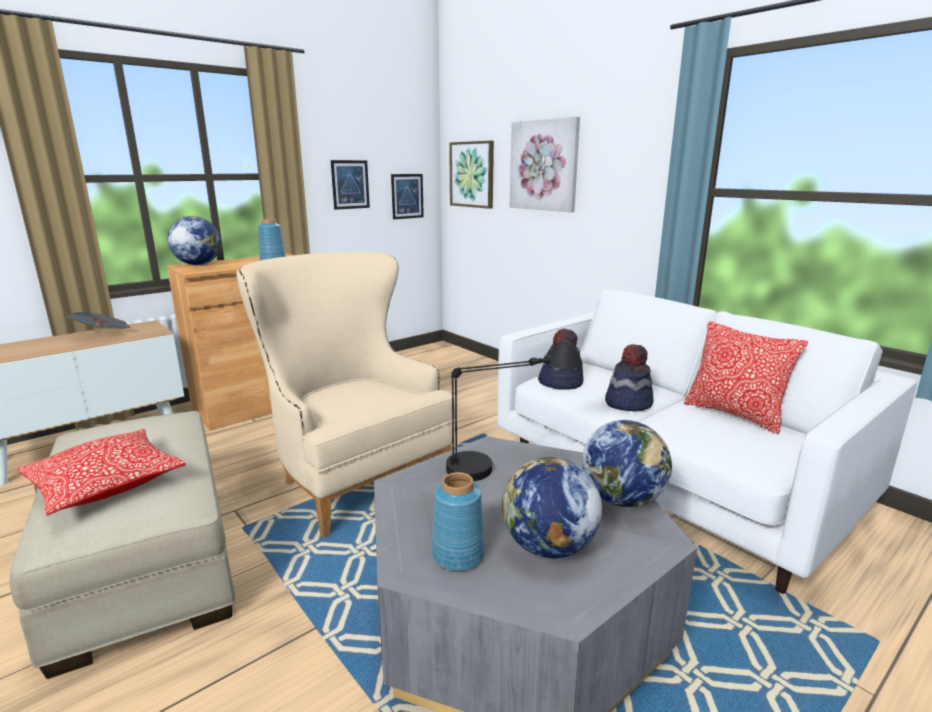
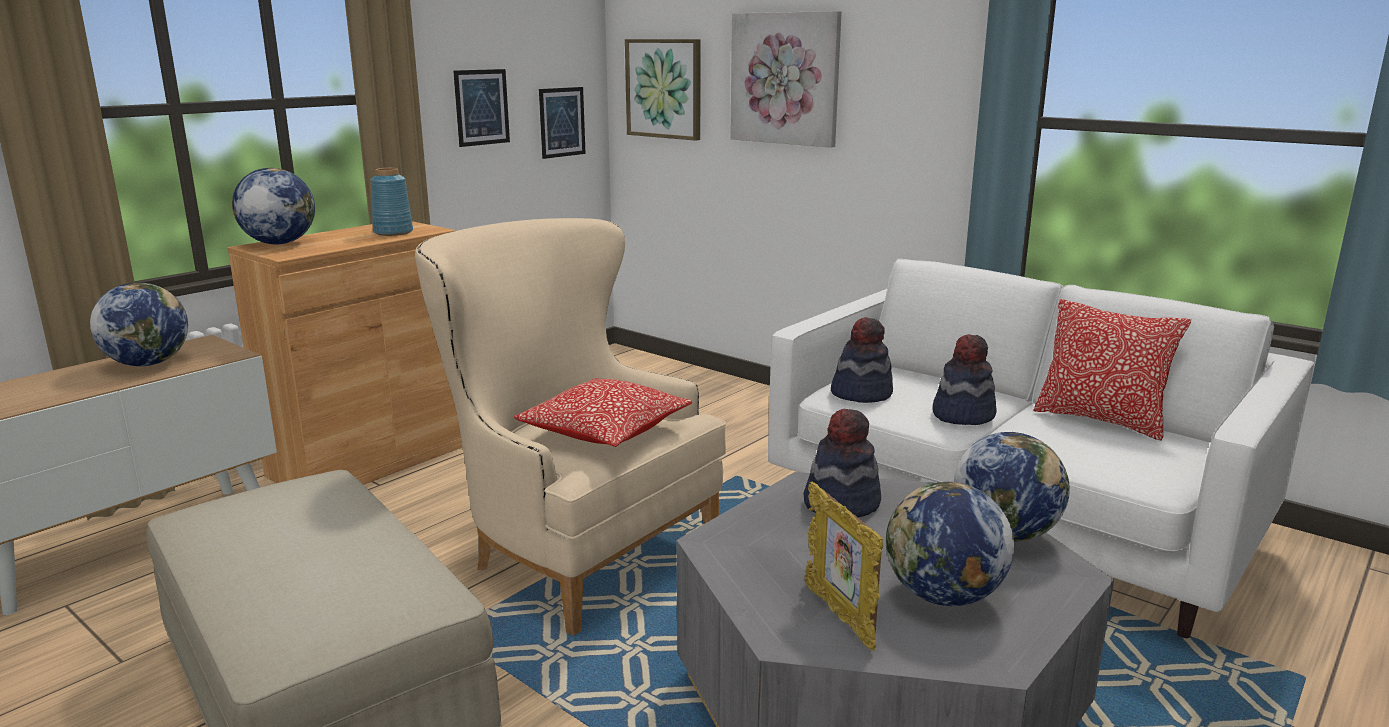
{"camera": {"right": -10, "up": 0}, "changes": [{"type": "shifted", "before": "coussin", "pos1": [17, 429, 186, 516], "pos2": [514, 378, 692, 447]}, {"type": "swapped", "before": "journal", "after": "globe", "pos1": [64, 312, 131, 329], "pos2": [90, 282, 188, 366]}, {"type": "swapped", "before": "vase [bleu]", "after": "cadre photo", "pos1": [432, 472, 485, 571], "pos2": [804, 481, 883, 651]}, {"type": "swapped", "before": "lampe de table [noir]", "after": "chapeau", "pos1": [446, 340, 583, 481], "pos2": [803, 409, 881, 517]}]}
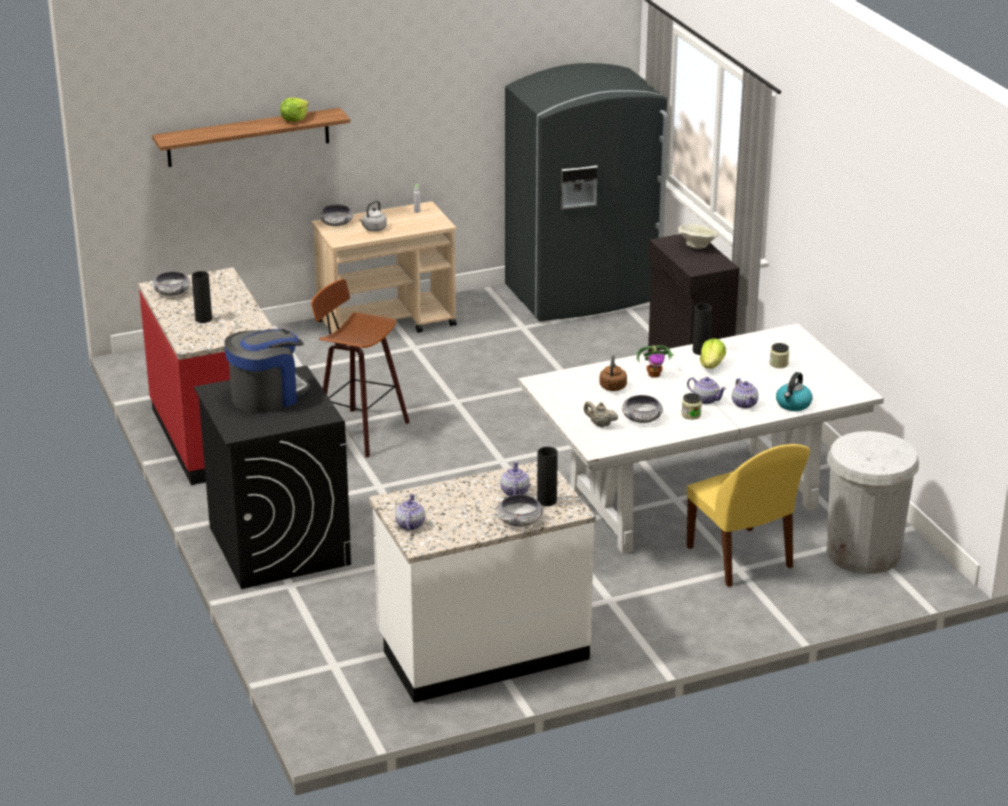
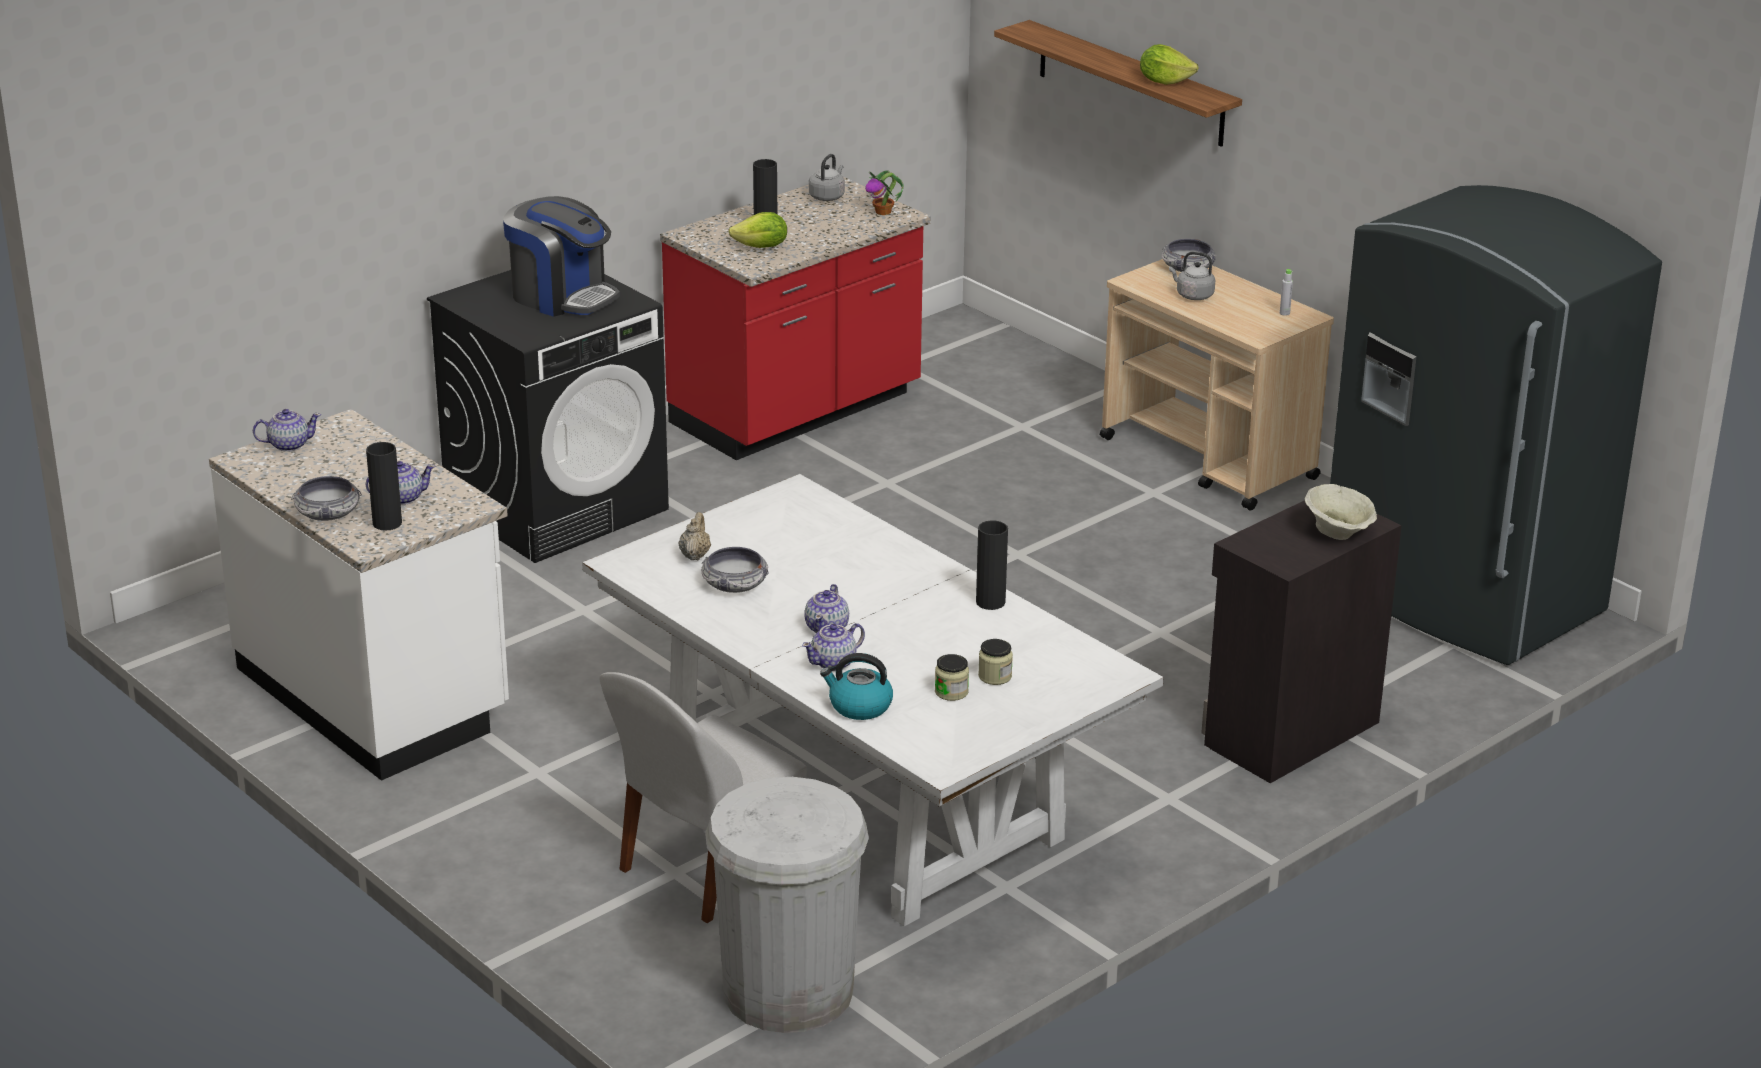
{"camera": {"right": 70, "up": 0}, "changes": [{"type": "swapped", "before": "bol", "after": "bouilloire [gris]", "pos1": [152, 271, 191, 296], "pos2": [809, 154, 845, 201]}, {"type": "gone", "before": "tabouret", "pos1": [311, 279, 409, 458]}, {"type": "gone", "before": "bouilloire [marron]", "pos1": [600, 355, 627, 391]}, {"type": "shifted", "before": "plante en pot", "pos1": [636, 345, 674, 378], "pos2": [865, 170, 904, 215]}, {"type": "shifted", "before": "bocal", "pos1": [682, 393, 702, 420], "pos2": [935, 654, 969, 701]}, {"type": "repainted", "before": "chaise [jaune]", "after": "chaise [blanc]", "pos1": [687, 444, 810, 587], "pos2": [599, 672, 807, 923]}, {"type": "shifted", "before": "laitue", "pos1": [700, 338, 726, 369], "pos2": [729, 212, 787, 248]}]}
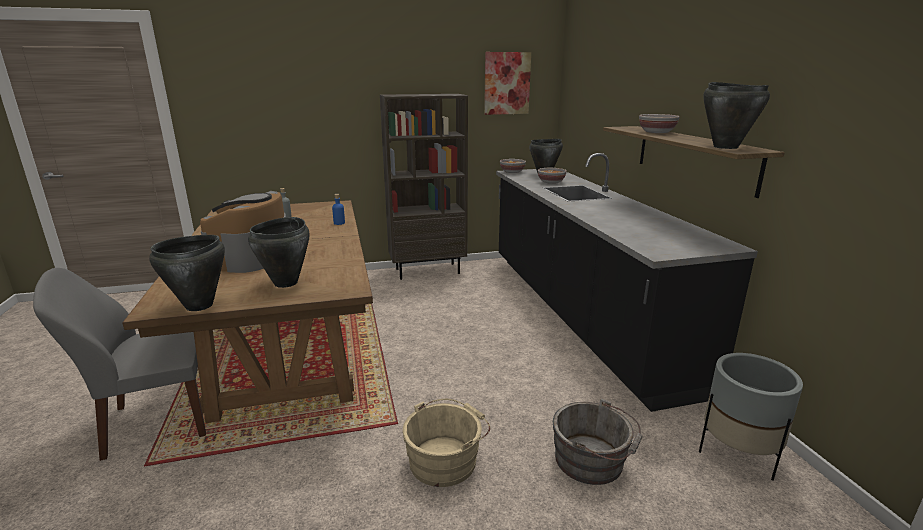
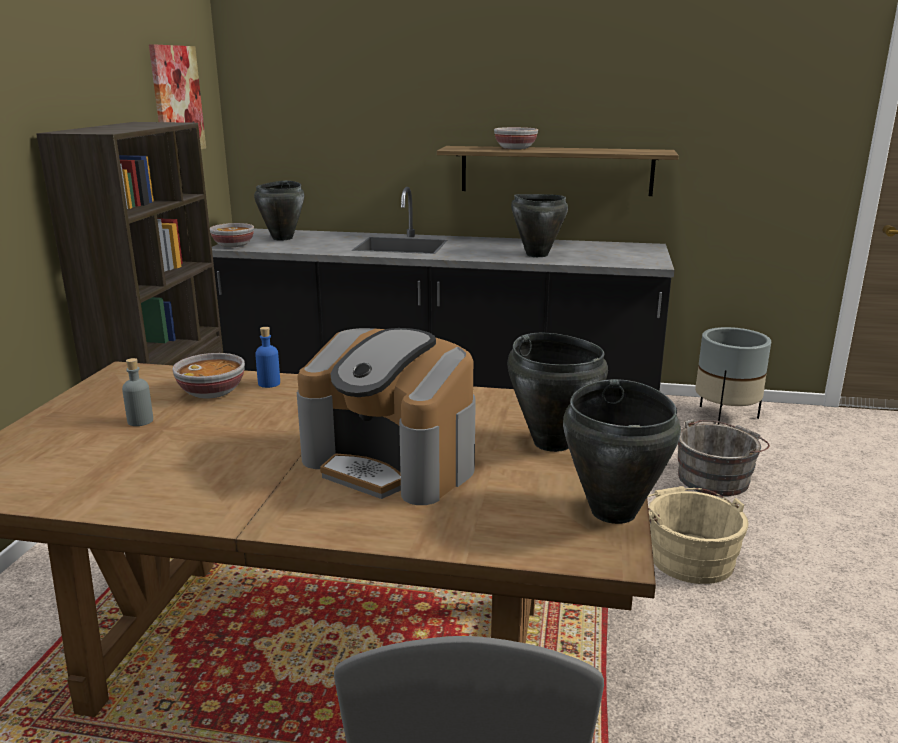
{"camera": {"right": -65, "up": 0}, "changes": [{"type": "shifted", "before": "bol", "pos1": [538, 168, 567, 184], "pos2": [172, 353, 245, 399]}, {"type": "shifted", "before": "marmite [noir]", "pos1": [703, 82, 770, 149], "pos2": [511, 194, 568, 257]}]}
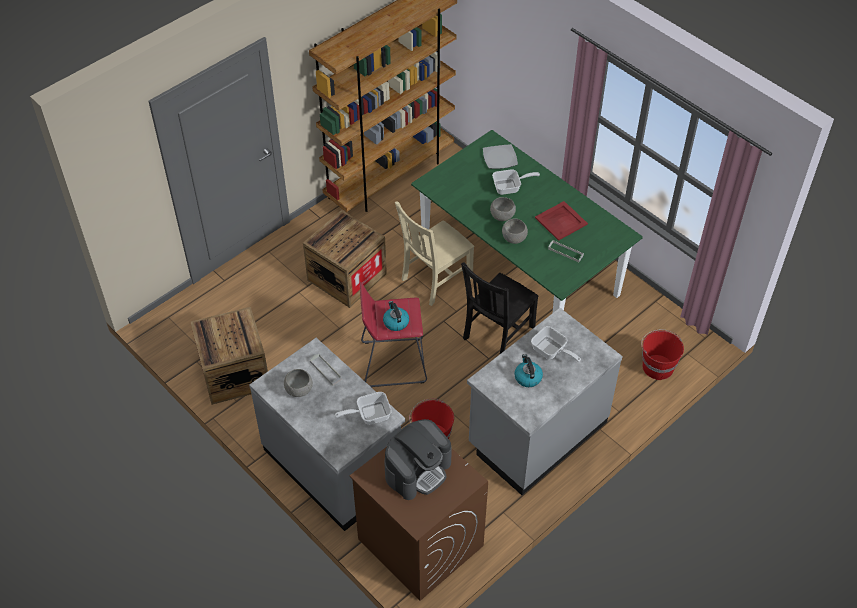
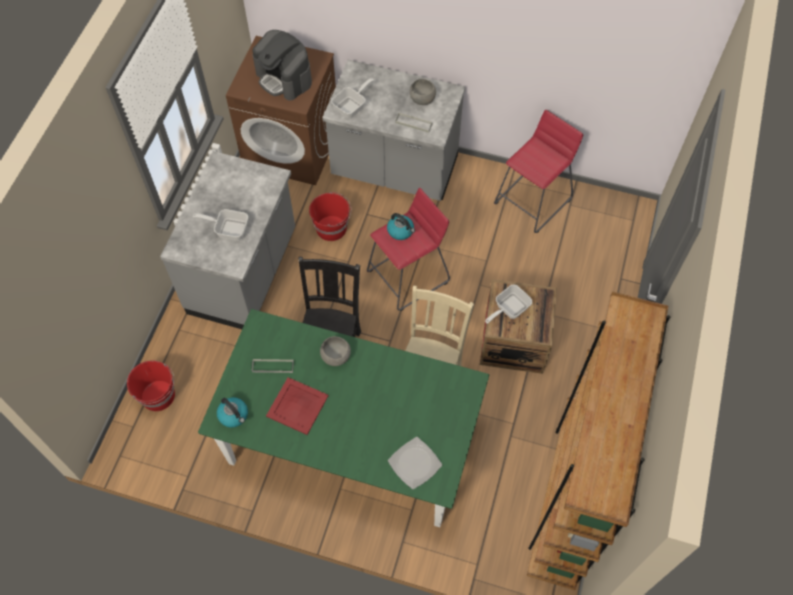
{"camera": {"right": 150, "up": 10}, "changes": [{"type": "swapped", "before": "caisse", "after": "tabouret [rouge]", "pos1": [191, 307, 268, 405], "pos2": [494, 110, 583, 233]}, {"type": "rotated", "before": "machine à café", "pos1": [384, 419, 452, 500], "pos2": [252, 30, 312, 101], "turn": -60}, {"type": "gone", "before": "bol [gris]", "pos1": [490, 197, 516, 221]}, {"type": "shifted", "before": "poêle", "pos1": [492, 169, 540, 195], "pos2": [485, 285, 532, 324]}, {"type": "shifted", "before": "bouilloire", "pos1": [514, 354, 543, 387], "pos2": [217, 397, 248, 428]}]}
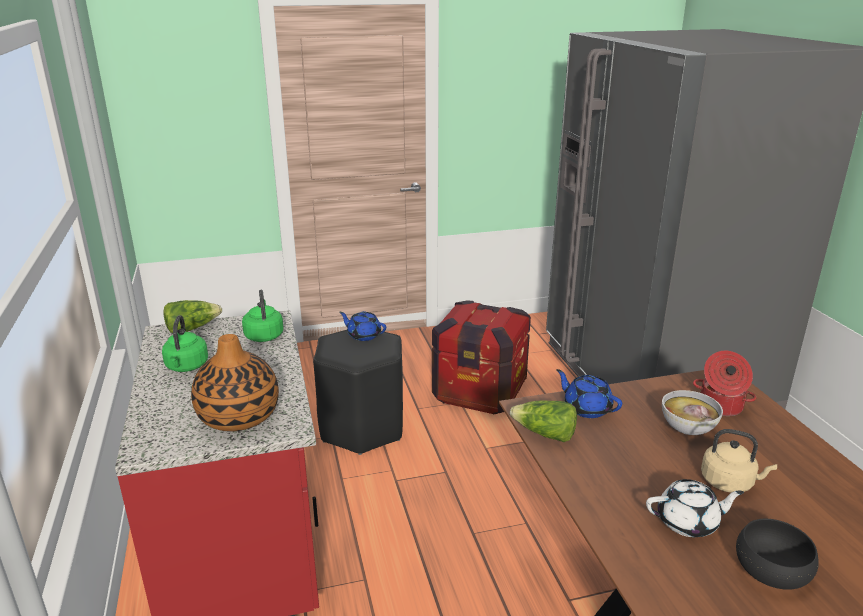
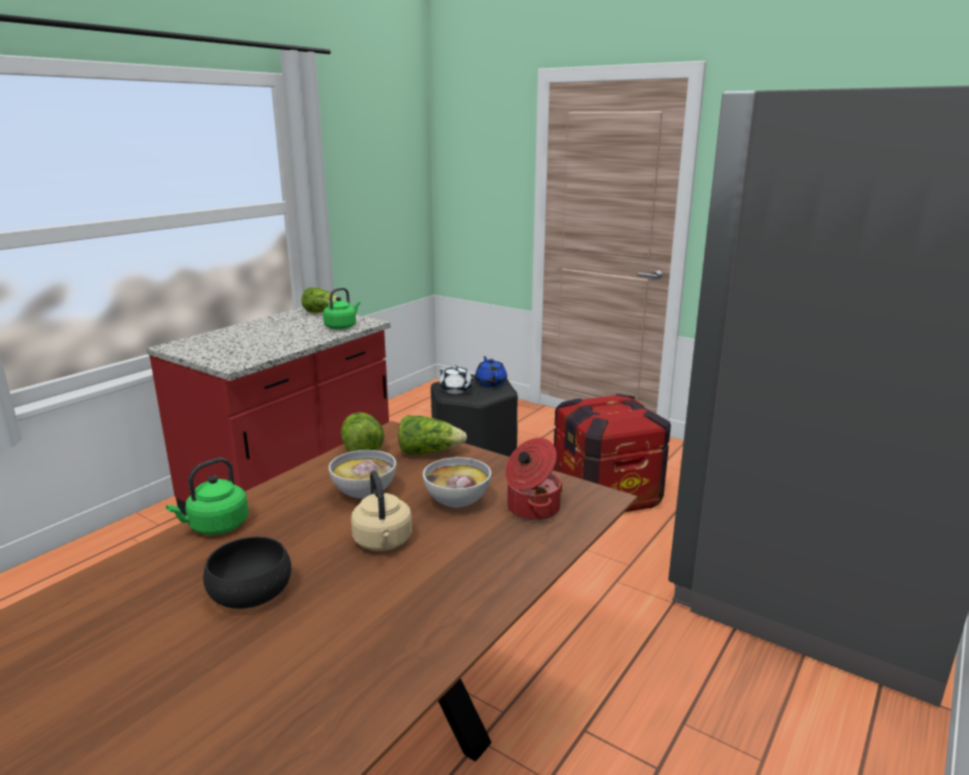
{"camera": {"right": 50, "up": -5}, "changes": [{"type": "shifted", "before": "bouilloire [vert]", "pos1": [162, 315, 208, 372], "pos2": [166, 458, 249, 535]}, {"type": "gone", "before": "vase", "pos1": [191, 334, 279, 431]}, {"type": "swapped", "before": "théière [bleu]", "after": "laitue", "pos1": [556, 369, 622, 418], "pos2": [398, 415, 467, 455]}, {"type": "shifted", "before": "théière [blanc]", "pos1": [646, 479, 744, 537], "pos2": [439, 365, 475, 394]}, {"type": "new", "after": "bol", "pos2": [329, 450, 396, 499]}]}
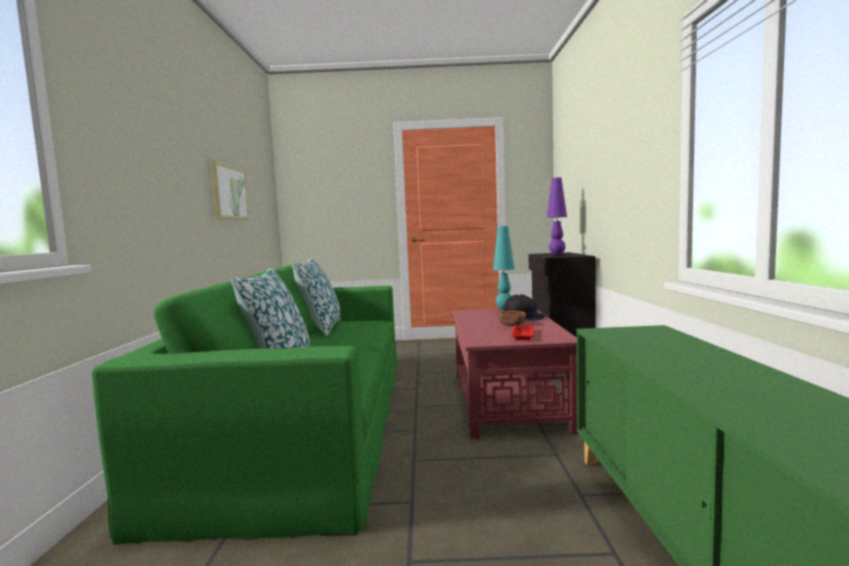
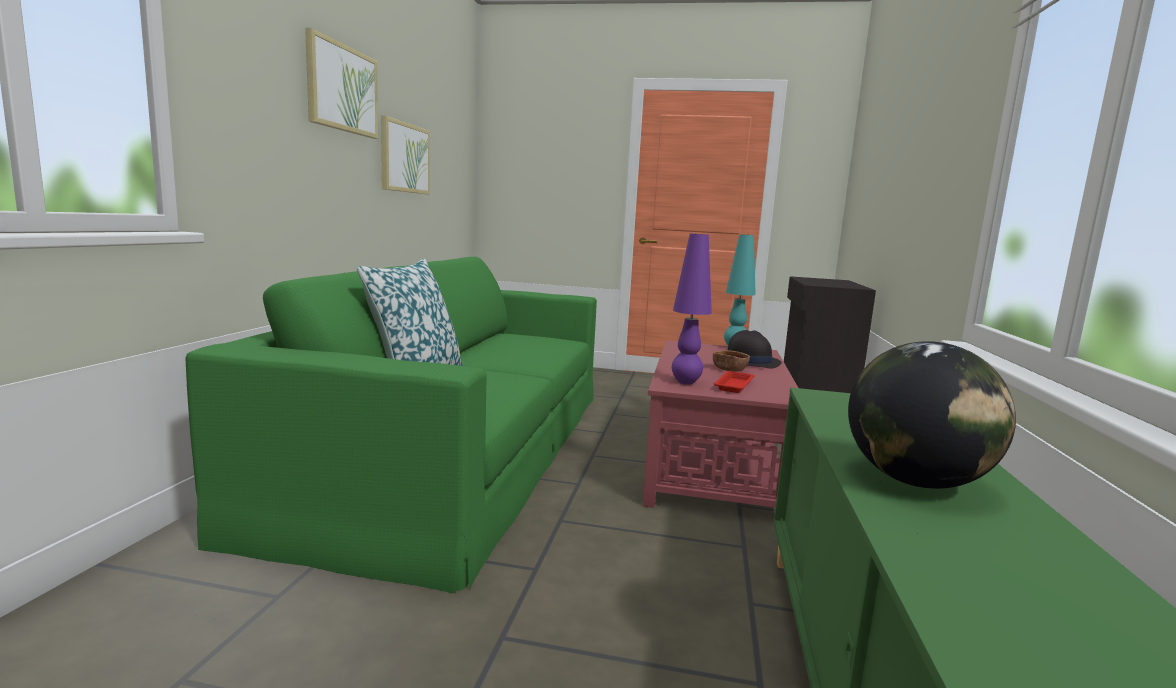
{"camera": {"right": 10, "up": 5}, "changes": [{"type": "gone", "before": "coussin", "pos1": [292, 258, 341, 336]}, {"type": "shifted", "before": "lampe de table [violet]", "pos1": [547, 177, 567, 255], "pos2": [672, 234, 712, 385]}, {"type": "new", "after": "tableau", "pos2": [305, 28, 378, 139]}, {"type": "new", "after": "globe", "pos2": [848, 341, 1016, 489]}]}
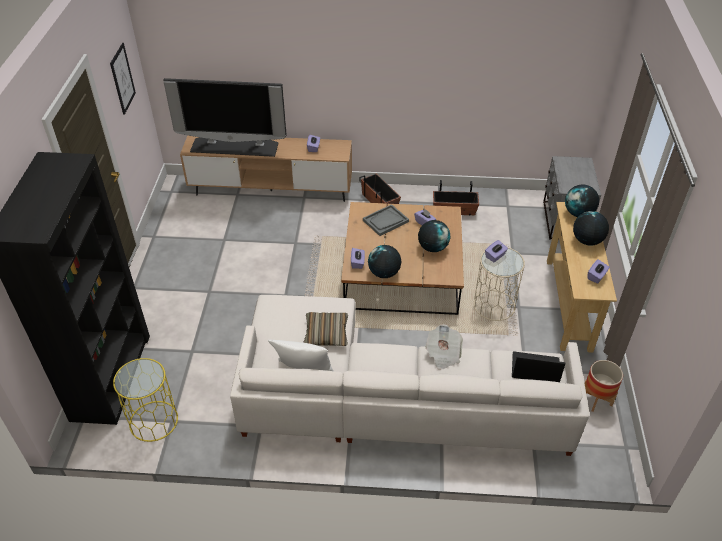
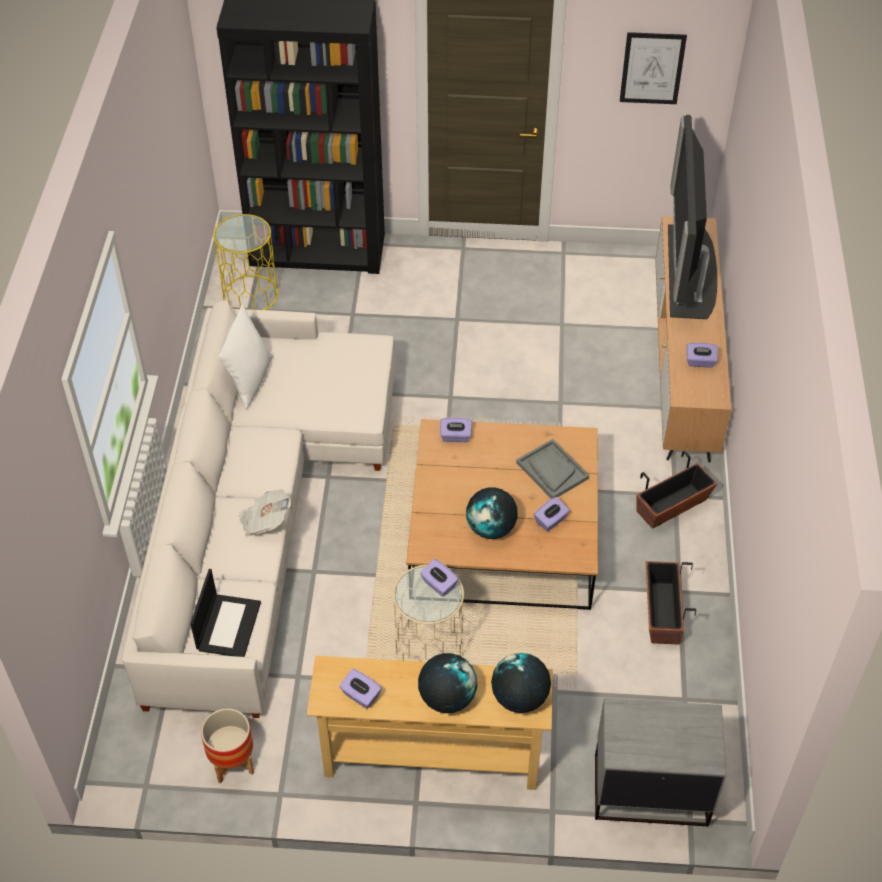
{"camera": {"right": 90, "up": 5}, "changes": [{"type": "gone", "before": "coussin", "pos1": [304, 312, 348, 346]}, {"type": "gone", "before": "globe", "pos1": [368, 245, 401, 278]}]}
